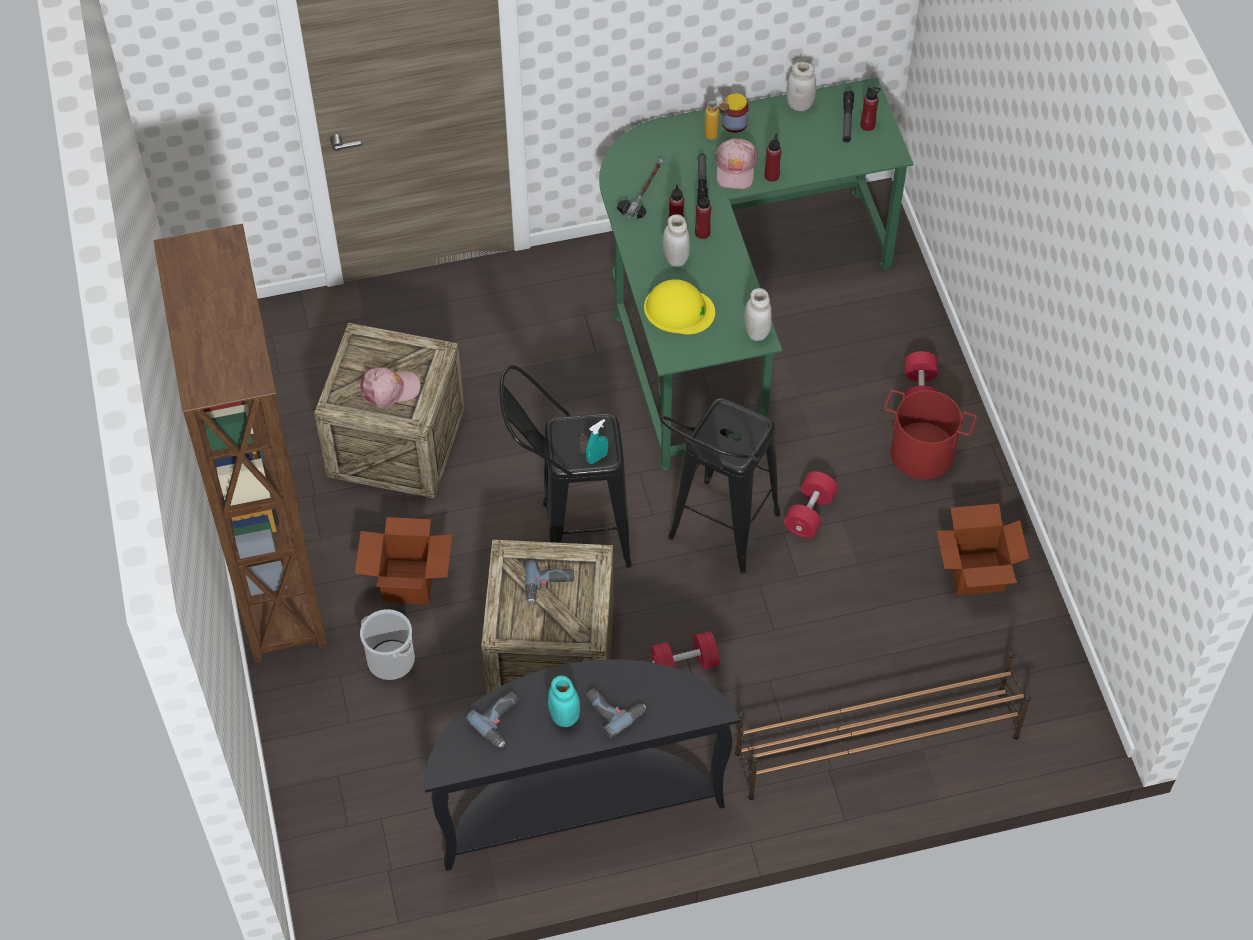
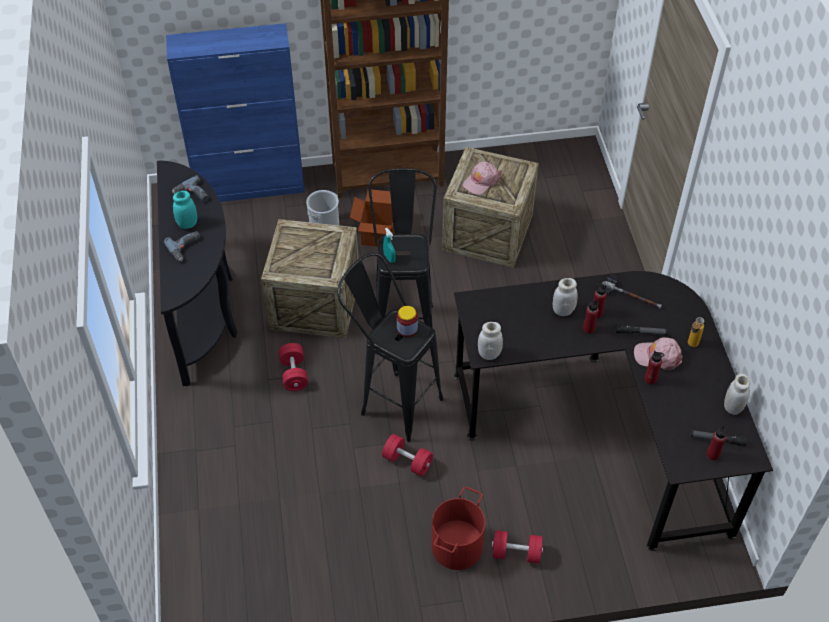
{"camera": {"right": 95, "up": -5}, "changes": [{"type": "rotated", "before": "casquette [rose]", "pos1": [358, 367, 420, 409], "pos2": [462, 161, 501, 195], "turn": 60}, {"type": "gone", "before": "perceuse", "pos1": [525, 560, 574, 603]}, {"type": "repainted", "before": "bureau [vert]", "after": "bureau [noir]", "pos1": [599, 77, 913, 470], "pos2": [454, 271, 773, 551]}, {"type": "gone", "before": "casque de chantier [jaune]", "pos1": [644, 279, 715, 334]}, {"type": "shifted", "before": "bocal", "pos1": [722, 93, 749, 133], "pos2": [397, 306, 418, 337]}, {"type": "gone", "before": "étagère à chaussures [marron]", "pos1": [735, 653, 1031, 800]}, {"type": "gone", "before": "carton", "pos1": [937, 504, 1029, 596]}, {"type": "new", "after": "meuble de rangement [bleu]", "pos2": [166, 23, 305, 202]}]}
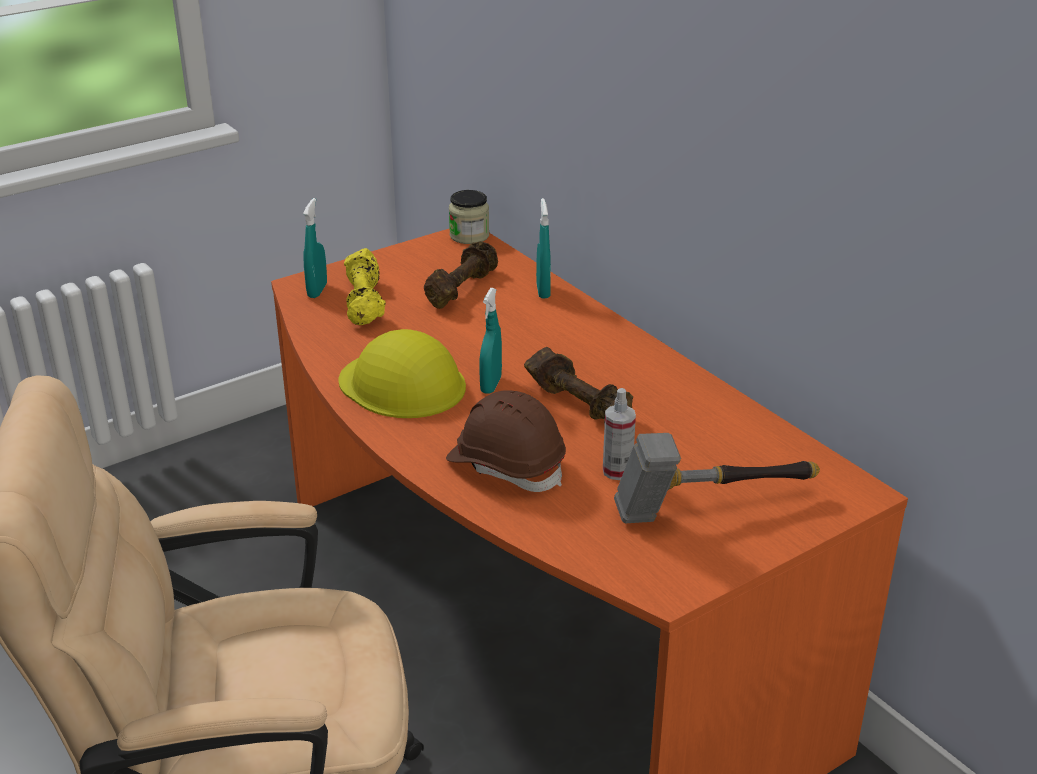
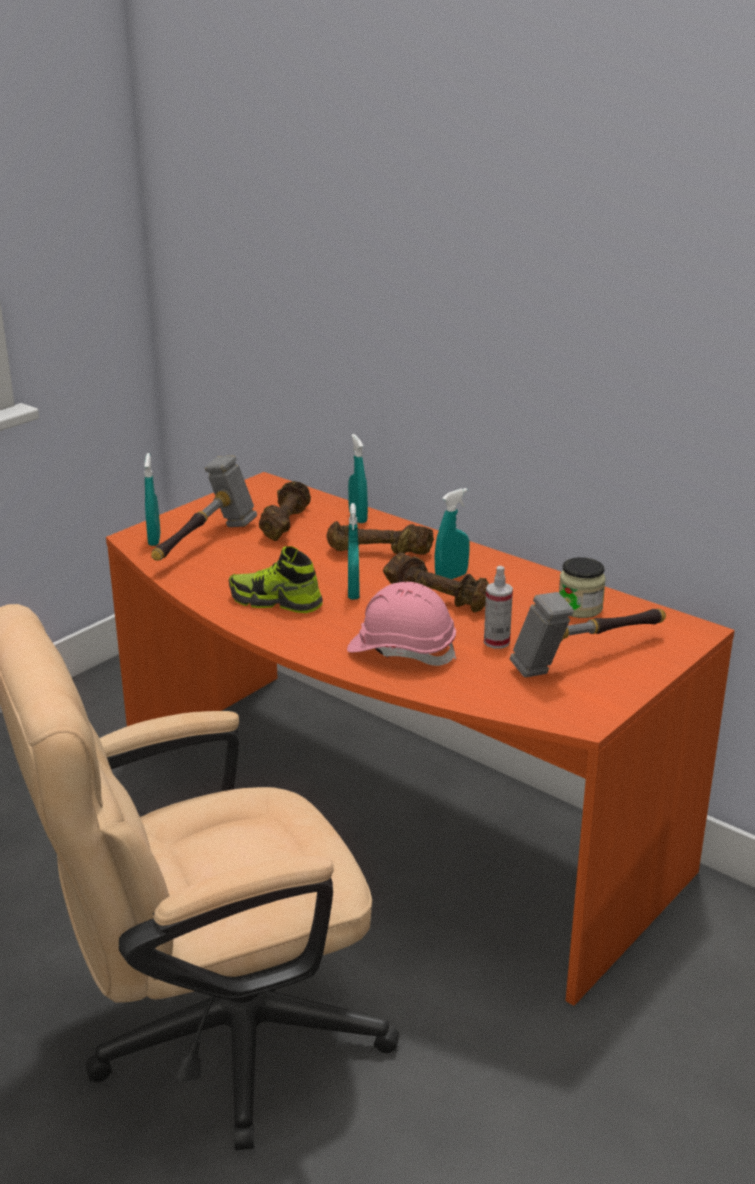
{"camera": {"right": -15, "up": -5}, "changes": [{"type": "swapped", "before": "casque de chantier [jaune]", "after": "chaussure", "pos1": [338, 329, 466, 418], "pos2": [229, 546, 323, 613]}, {"type": "swapped", "before": "haltère [jaune]", "after": "marteau", "pos1": [344, 248, 386, 325], "pos2": [151, 455, 257, 561]}, {"type": "repainted", "before": "casque de chantier [marron]", "after": "casque de chantier [rose]", "pos1": [446, 390, 566, 492], "pos2": [347, 582, 456, 666]}, {"type": "shifted", "before": "bocal", "pos1": [449, 190, 489, 244], "pos2": [559, 557, 606, 618]}, {"type": "new", "after": "haltère [marron]", "pos2": [326, 521, 434, 555]}, {"type": "new", "after": "vaporisateur [turquoise]", "pos2": [434, 488, 469, 579]}]}
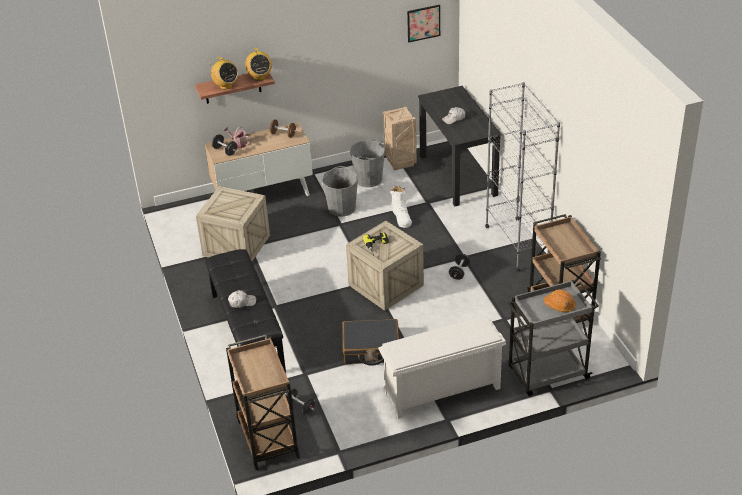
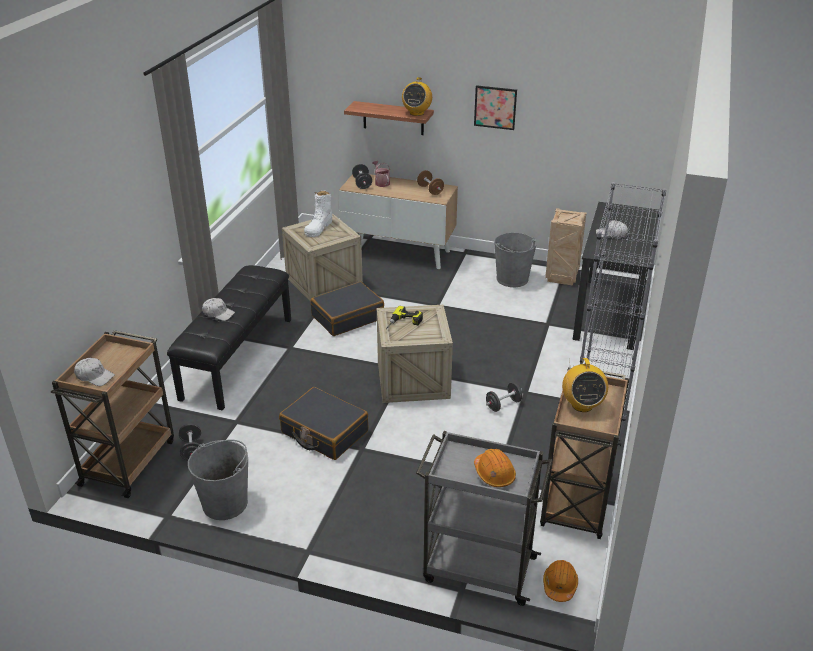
{"camera": {"right": 35, "up": -5}, "changes": [{"type": "shifted", "before": "radio", "pos1": [209, 57, 238, 89], "pos2": [562, 358, 608, 412]}, {"type": "shifted", "before": "seau [gris]", "pos1": [322, 166, 358, 216], "pos2": [188, 440, 248, 520]}, {"type": "gone", "before": "étagère à chaussures [blanc]", "pos1": [378, 315, 506, 419]}, {"type": "shifted", "before": "botte [blanc]", "pos1": [391, 186, 412, 228], "pos2": [304, 190, 333, 237]}, {"type": "shifted", "before": "tableau", "pos1": [407, 5, 440, 43], "pos2": [474, 85, 517, 130]}, {"type": "new", "after": "casquette [blanc]", "pos2": [74, 358, 115, 386]}, {"type": "new", "after": "valise [noir]", "pos2": [311, 282, 384, 336]}, {"type": "new", "after": "casque de chantier [orange]", "pos2": [543, 560, 578, 602]}]}
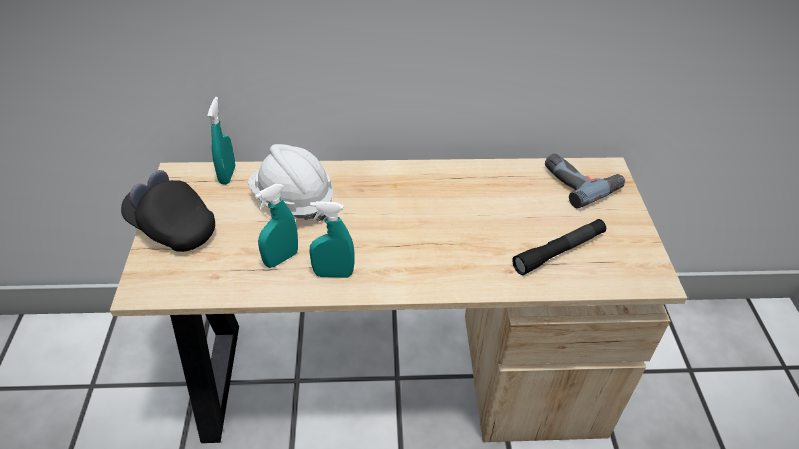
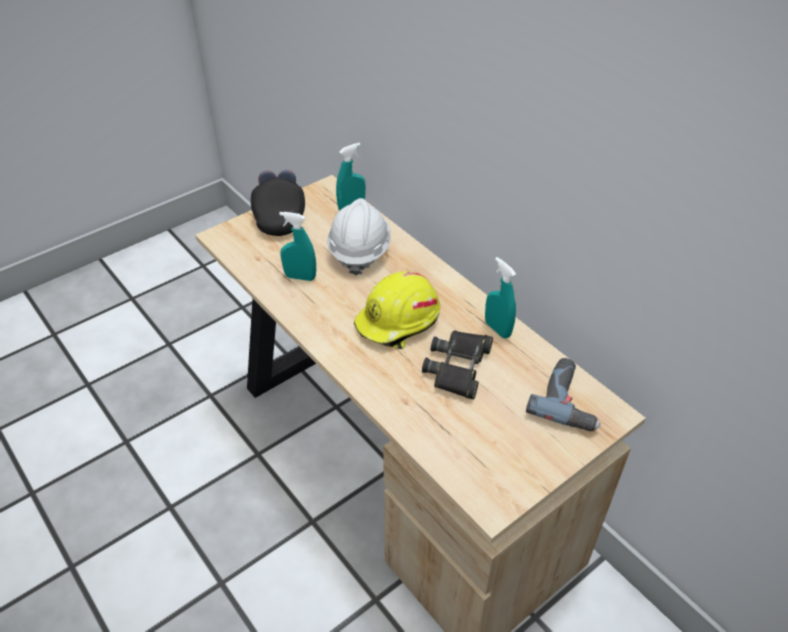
{"camera": {"right": 55, "up": 0}, "changes": [{"type": "shifted", "before": "vaporisateur [turquoise]", "pos1": [309, 201, 354, 278], "pos2": [485, 257, 516, 338]}, {"type": "gone", "before": "lampe de poche [noir]", "pos1": [512, 219, 606, 275]}, {"type": "new", "after": "casque de chantier [jaune]", "pos2": [354, 271, 441, 349]}, {"type": "new", "after": "jumelles [noir]", "pos2": [422, 330, 493, 400]}]}
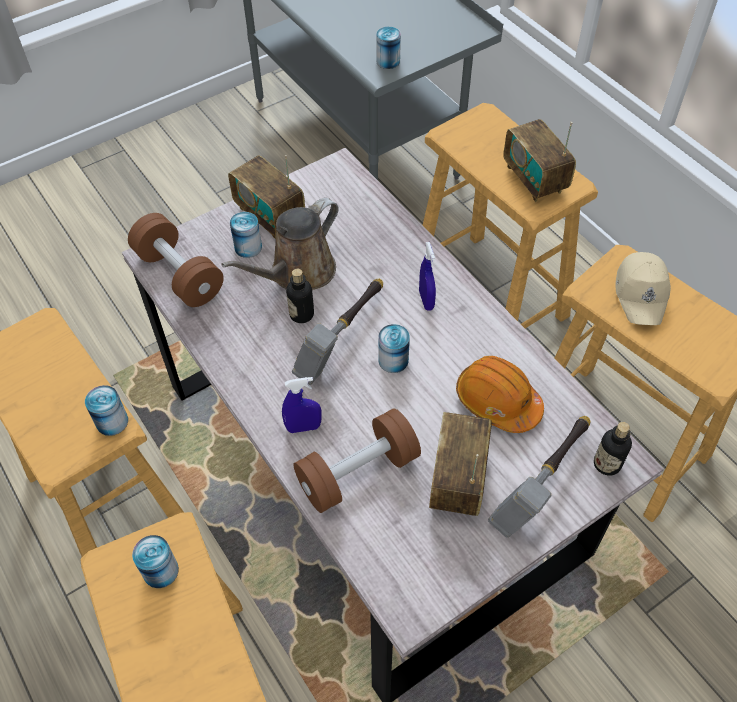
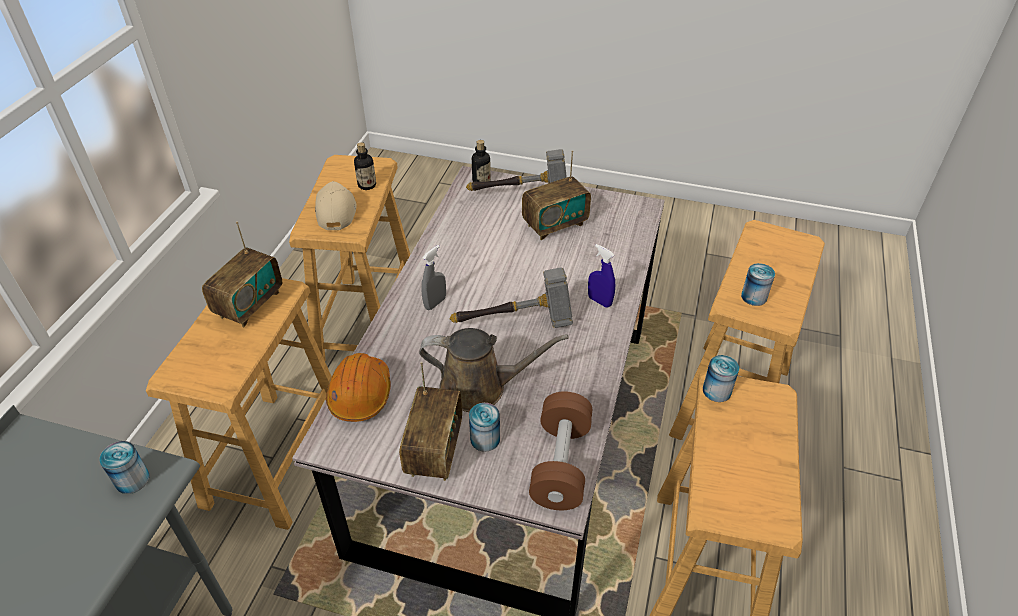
{"camera": {"right": -130, "up": -10}, "changes": [{"type": "shifted", "before": "bouteille", "pos1": [286, 269, 314, 323], "pos2": [354, 142, 376, 190]}, {"type": "gone", "before": "haltère [marron]", "pos1": [294, 408, 421, 513]}, {"type": "gone", "before": "boîte métallique", "pos1": [378, 324, 410, 373]}, {"type": "repainted", "before": "vaporisateur [bleu]", "after": "vaporisateur [gris]", "pos1": [419, 242, 436, 311], "pos2": [421, 245, 446, 310]}, {"type": "shifted", "before": "casque de chantier [orange]", "pos1": [456, 356, 544, 433], "pos2": [326, 353, 391, 422]}, {"type": "rotated", "before": "casquette [beige]", "pos1": [615, 252, 671, 325], "pos2": [315, 181, 357, 230], "turn": -60}]}
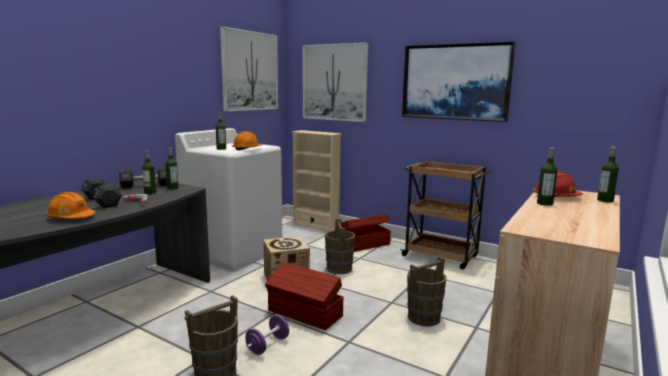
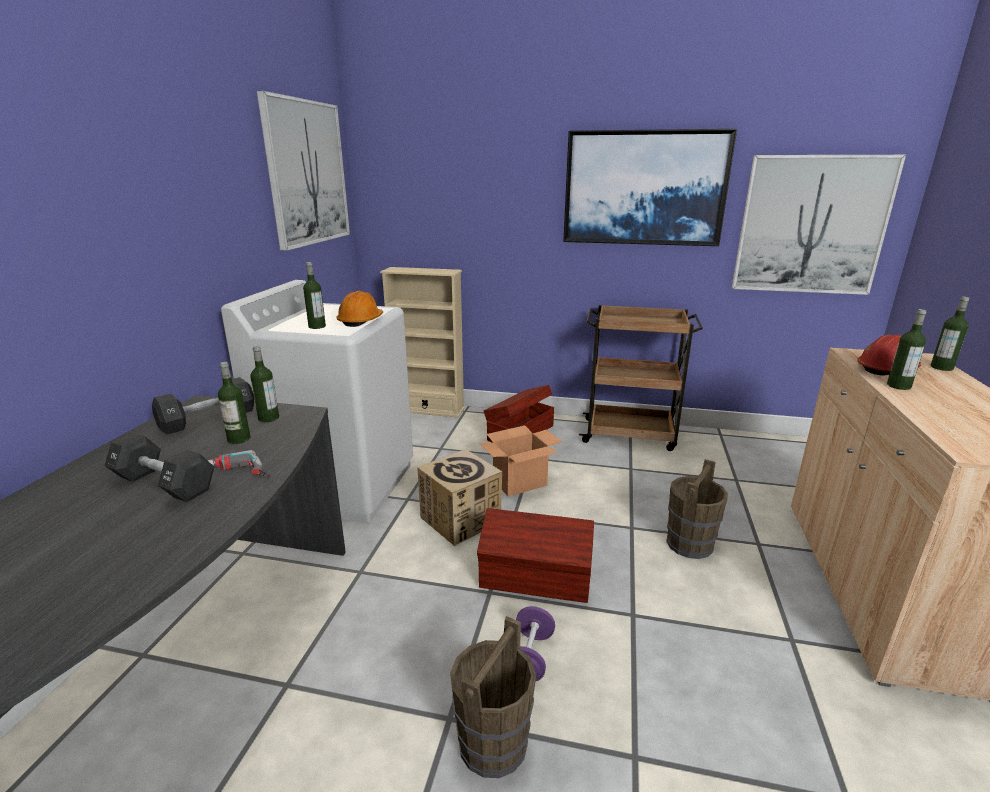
{"camera": {"right": -20, "up": 10}, "changes": [{"type": "gone", "before": "casque de chantier [orange]", "pos1": [46, 192, 96, 219]}, {"type": "shifted", "before": "tableau", "pos1": [303, 42, 368, 122], "pos2": [732, 155, 906, 295]}, {"type": "swapped", "before": "seau [marron]", "after": "carton", "pos1": [325, 219, 355, 274], "pos2": [479, 425, 562, 497]}]}
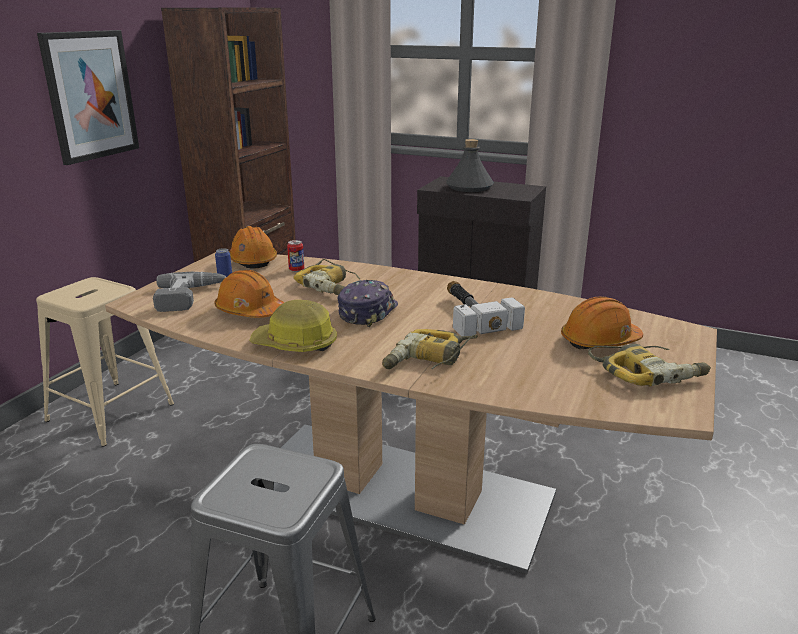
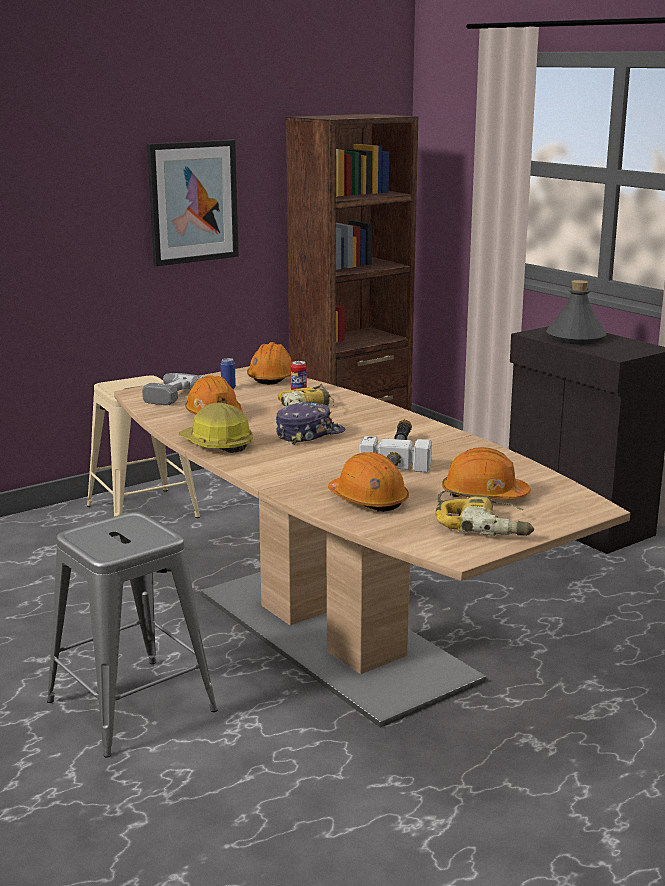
{"camera": {"right": 30, "up": -5}, "changes": [{"type": "gone", "before": "perceuse", "pos1": [382, 329, 478, 369]}, {"type": "new", "after": "casque de chantier [orange]", "pos2": [328, 452, 409, 512]}]}
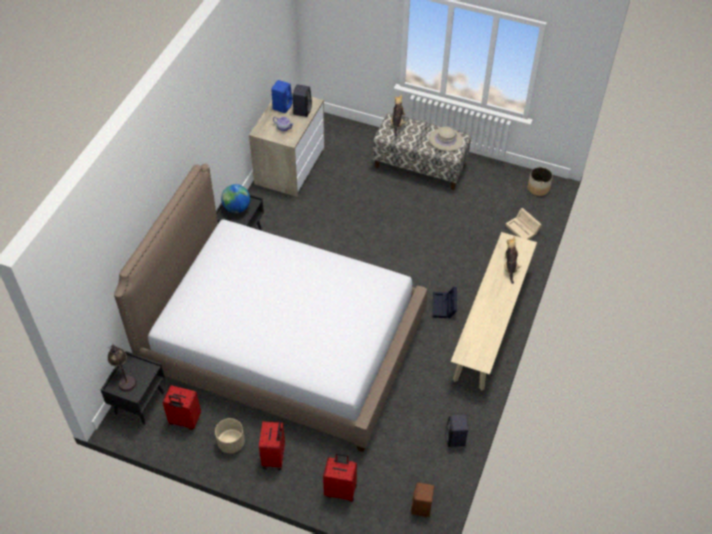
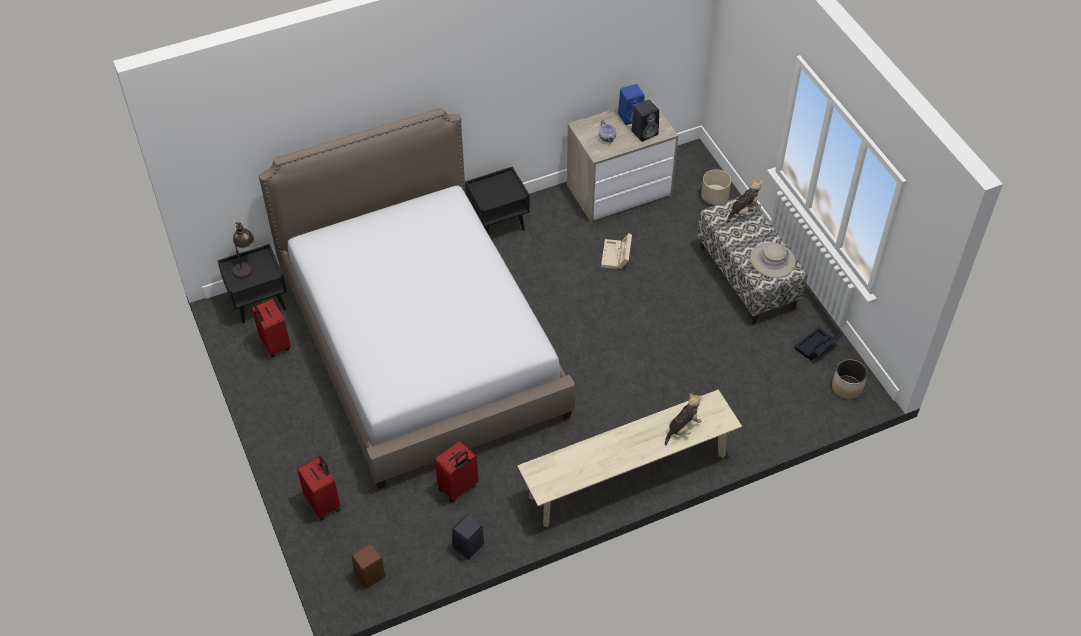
{"camera": {"right": 45, "up": 0}, "changes": [{"type": "shifted", "before": "cache-pot [beige]", "pos1": [215, 418, 245, 453], "pos2": [701, 169, 731, 205]}, {"type": "gone", "before": "globe", "pos1": [221, 184, 250, 213]}, {"type": "shifted", "before": "valise [rouge]", "pos1": [259, 421, 285, 470], "pos2": [435, 441, 478, 503]}, {"type": "shifted", "before": "boîte de rangement [noir]", "pos1": [433, 287, 457, 318], "pos2": [794, 327, 842, 361]}, {"type": "shifted", "before": "boîte de rangement [beige]", "pos1": [505, 208, 542, 240], "pos2": [601, 233, 632, 269]}]}
